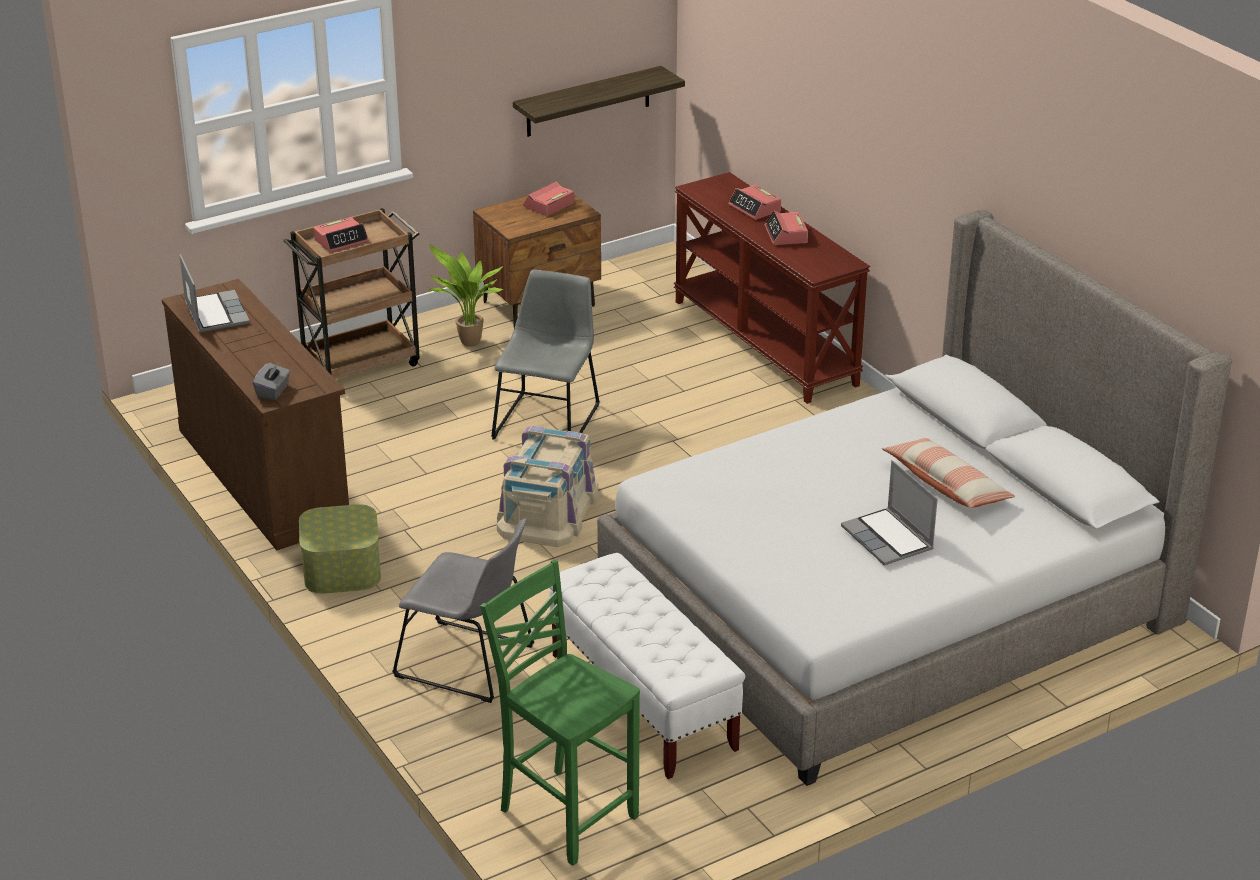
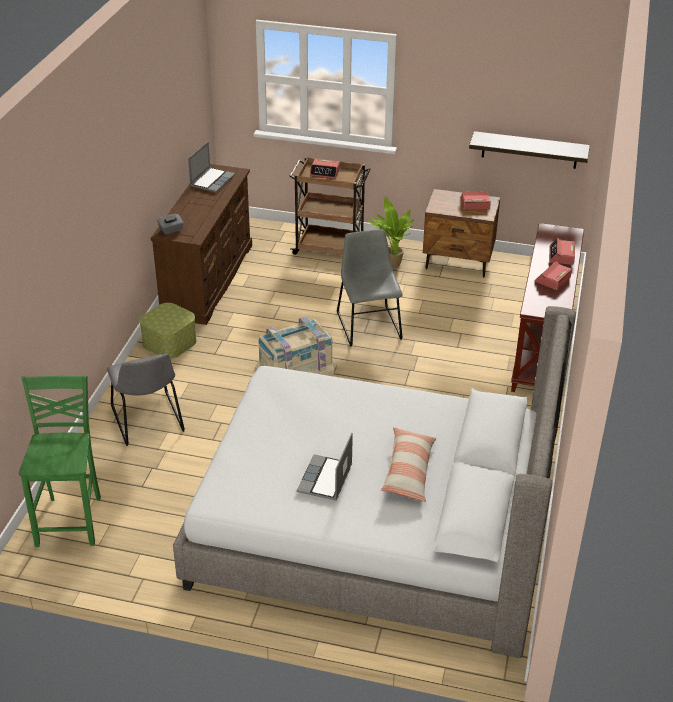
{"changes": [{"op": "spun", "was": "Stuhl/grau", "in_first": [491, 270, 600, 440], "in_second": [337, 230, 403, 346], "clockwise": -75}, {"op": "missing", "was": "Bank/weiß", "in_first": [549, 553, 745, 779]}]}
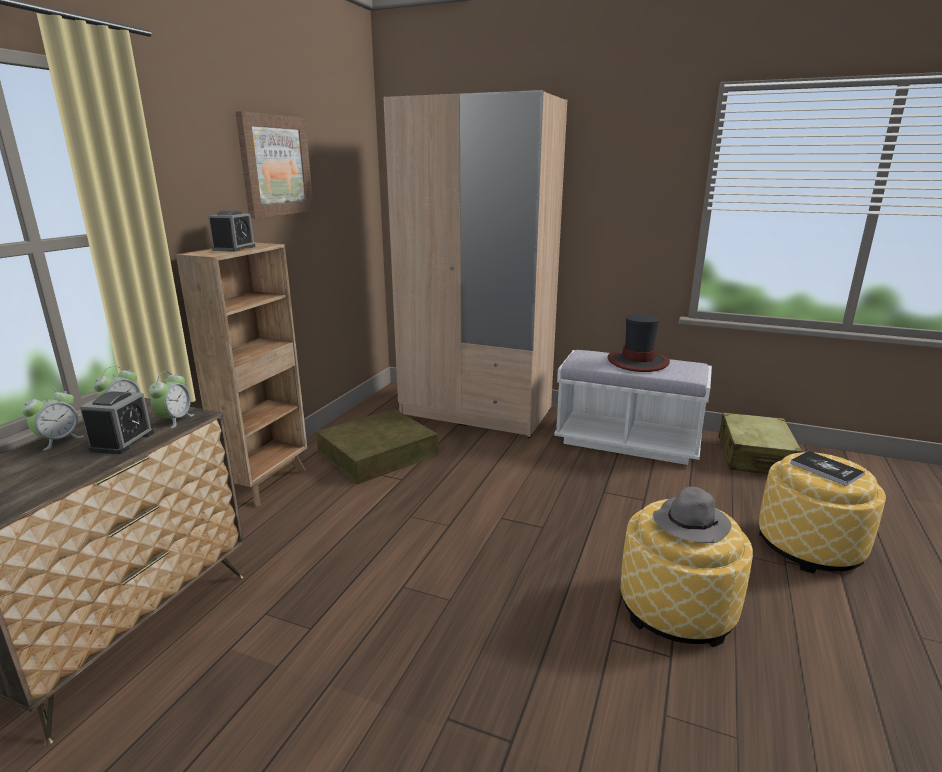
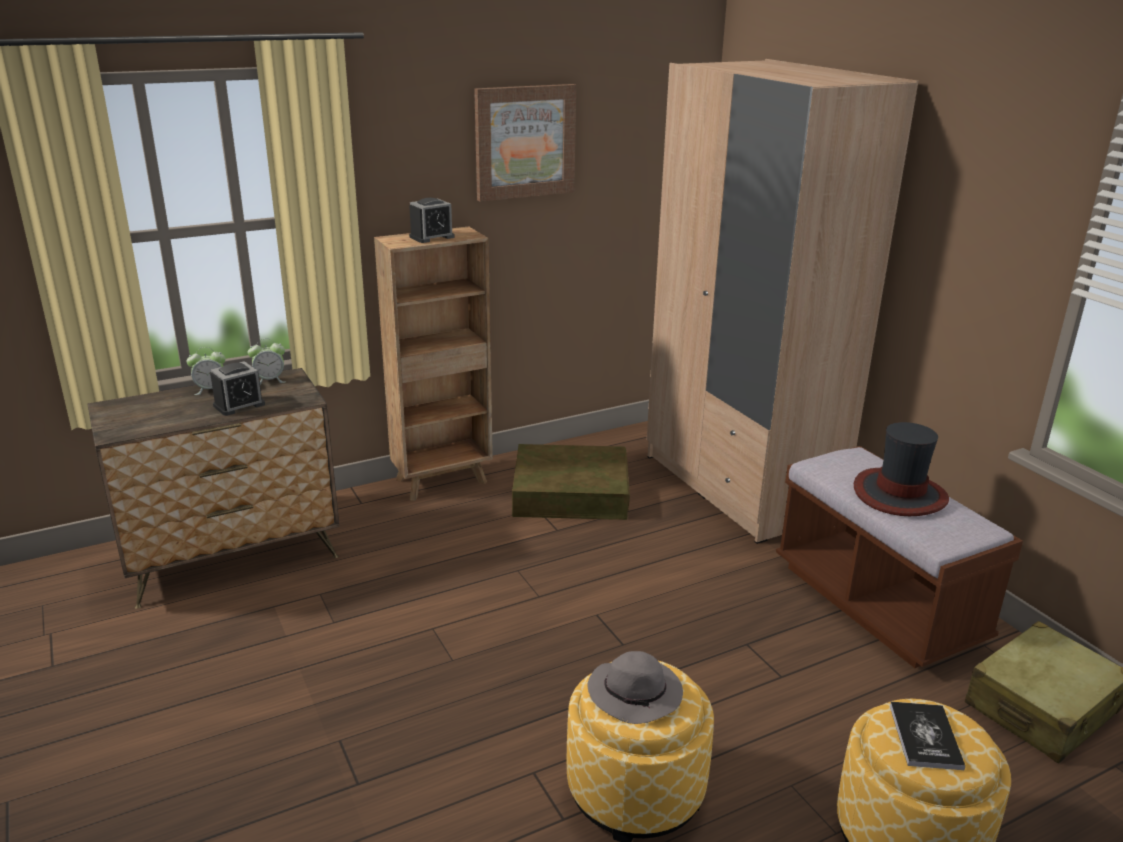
{"changes": [{"op": "missing", "was": "Wecker", "in_first": [148, 371, 194, 429]}, {"op": "colour", "was": "Bank/weiß", "now": "Bank/braun", "in_first": [554, 350, 712, 465], "in_second": [776, 446, 1023, 668]}]}
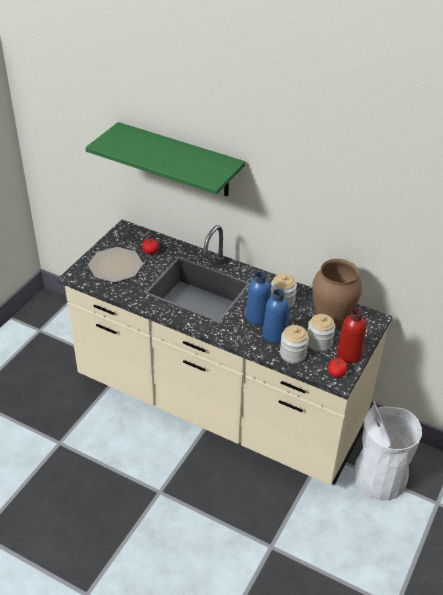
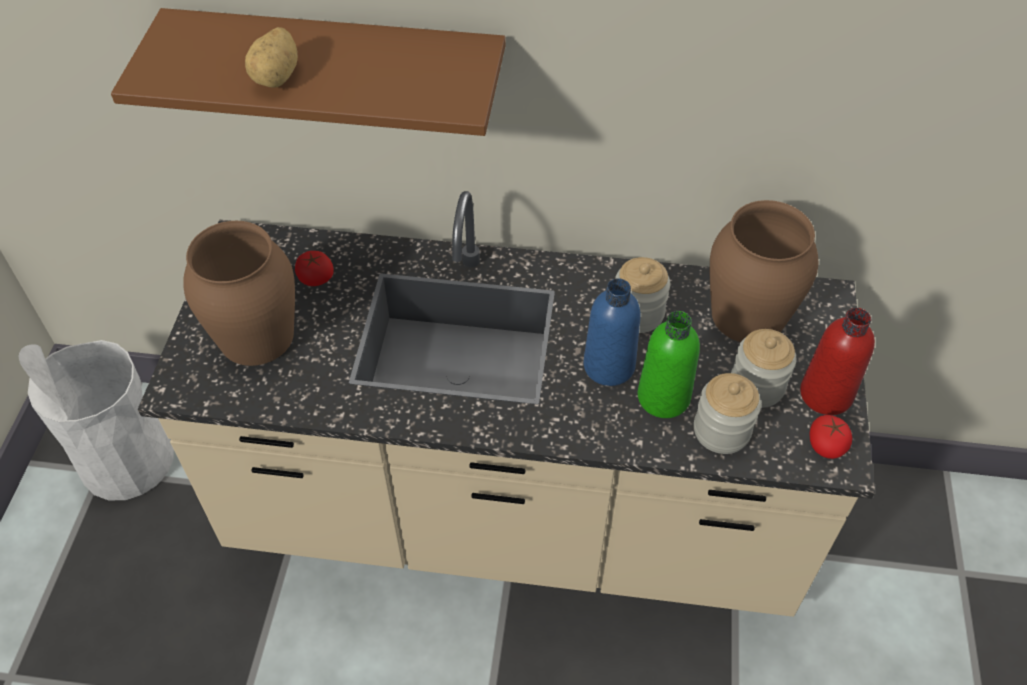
{"changes": [{"op": "colour", "was": "Wandregal/grün", "now": "Wandregal/braun", "in_first": [85, 122, 245, 197], "in_second": [111, 8, 506, 136]}, {"op": "exchanged", "was": "Teller", "now": "Vase/braun", "in_first": [88, 247, 143, 282], "in_second": [183, 221, 295, 366]}, {"op": "colour", "was": "Flasche/blau", "now": "Flasche/grün", "in_first": [263, 289, 289, 343], "in_second": [638, 311, 700, 418]}, {"op": "relocated", "was": "Mülleimer/weiß", "in_first": [353, 401, 422, 501], "in_second": [19, 340, 174, 500]}, {"op": "appeared", "now": "Kartoffel", "in_second": [245, 27, 298, 88]}]}
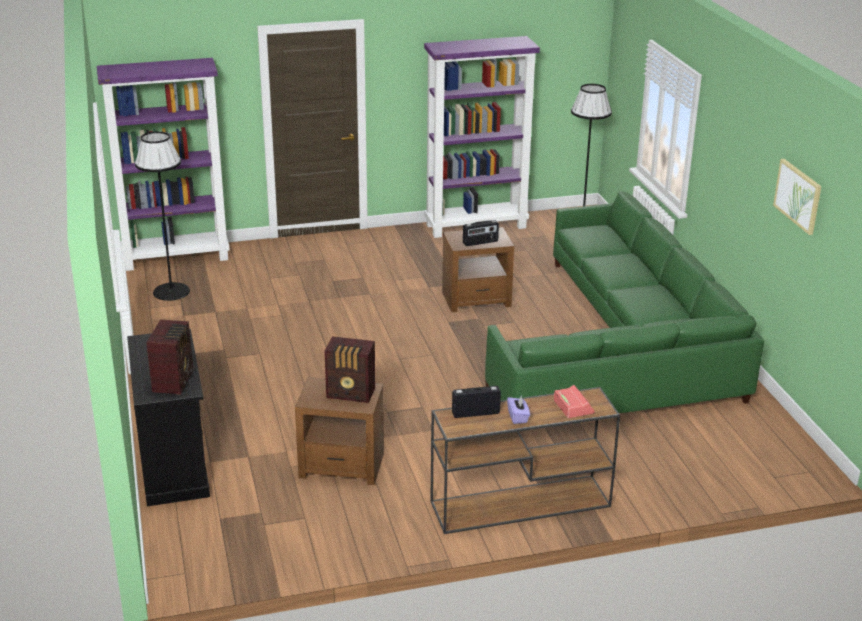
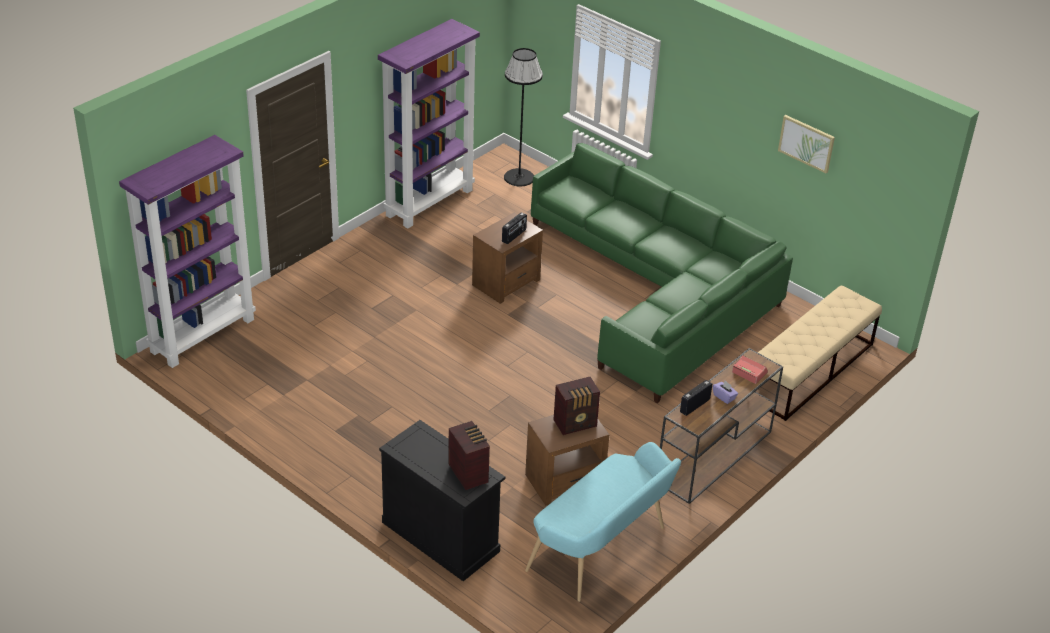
{"changes": [{"op": "missing", "was": "Stehlampe/schwarz", "in_first": [135, 131, 190, 301]}, {"op": "appeared", "now": "Bank/türkis", "in_second": [525, 442, 681, 602]}, {"op": "appeared", "now": "Bank/beige", "in_second": [758, 285, 882, 421]}]}
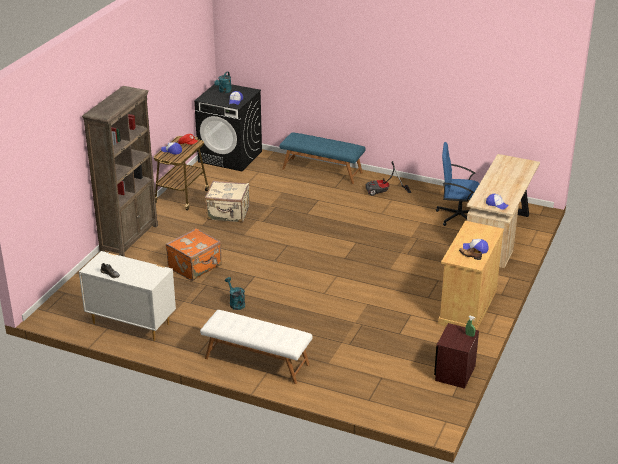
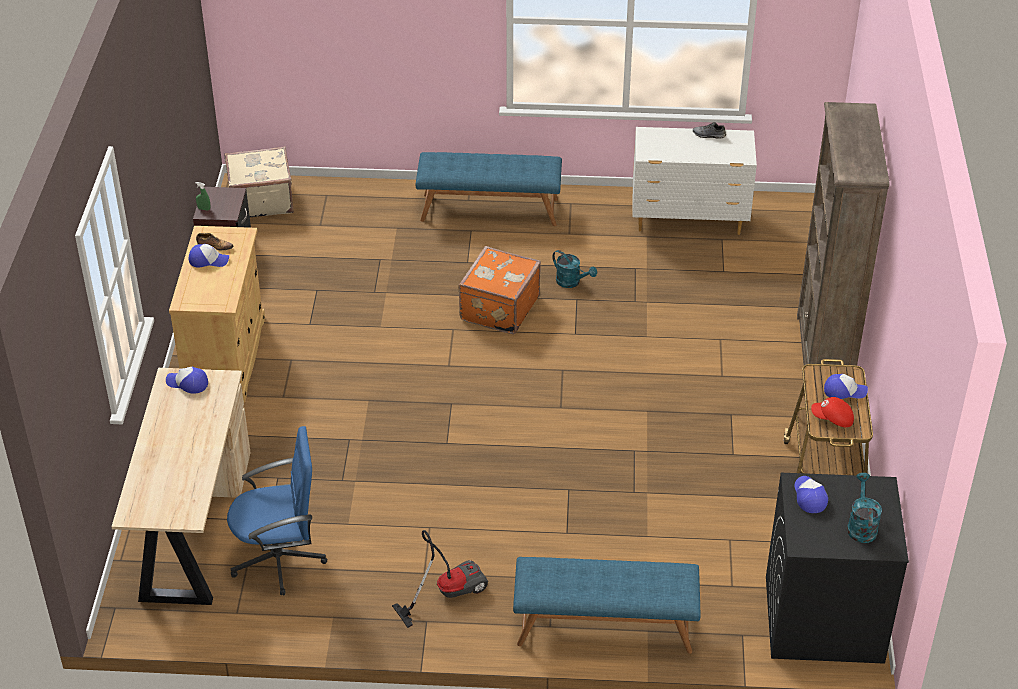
{"changes": [{"op": "relocated", "was": "Koffer/orange", "in_first": [166, 228, 222, 281], "in_second": [458, 246, 541, 334]}, {"op": "colour", "was": "Bank/weiß", "now": "Bank/blau", "in_first": [200, 310, 313, 384], "in_second": [415, 152, 562, 226]}, {"op": "relocated", "was": "Koffer/beige", "in_first": [205, 181, 249, 223], "in_second": [225, 146, 294, 217]}]}
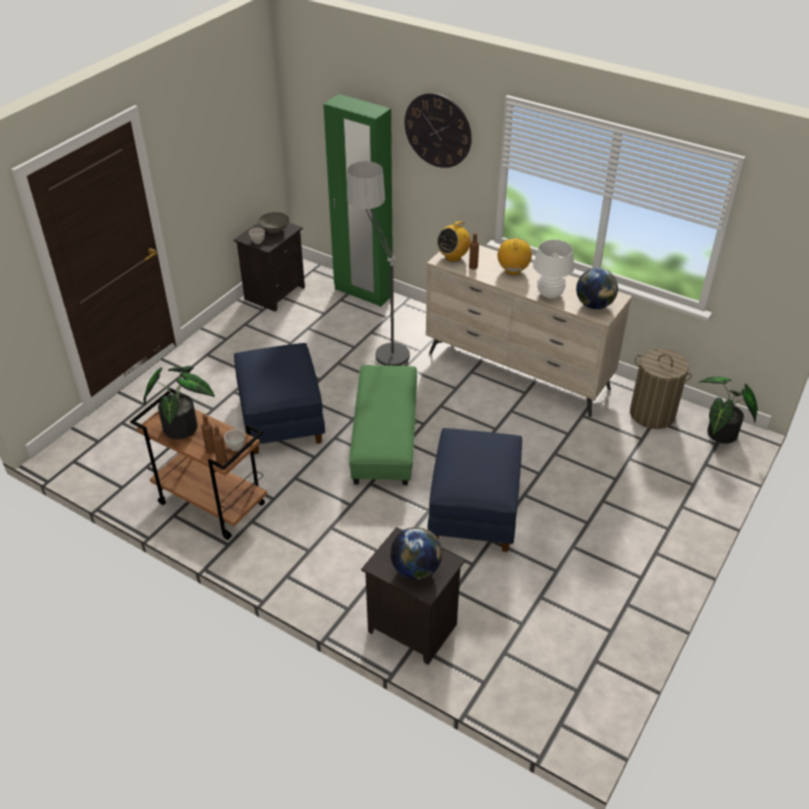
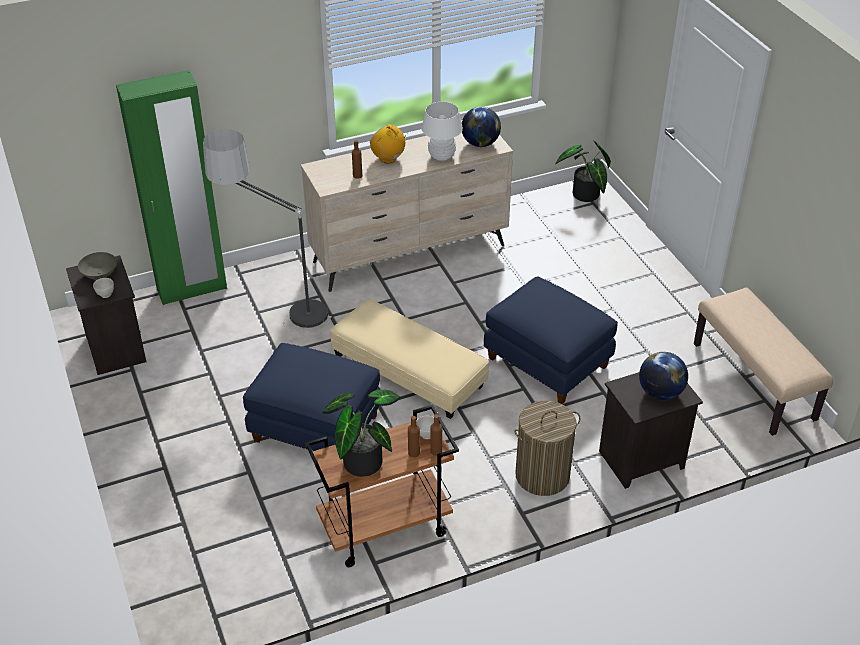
{"changes": [{"op": "colour", "was": "Polsterhocker/grün", "now": "Polsterhocker/beige", "in_first": [349, 365, 417, 485], "in_second": [330, 299, 489, 419]}, {"op": "missing", "was": "Wanduhr", "in_first": [405, 93, 472, 168]}, {"op": "missing", "was": "Radio", "in_first": [437, 221, 471, 262]}, {"op": "relocated", "was": "Wäschekorb", "in_first": [630, 349, 692, 429], "in_second": [515, 401, 581, 496]}, {"op": "appeared", "now": "Bank/beige", "in_second": [694, 288, 833, 436]}]}
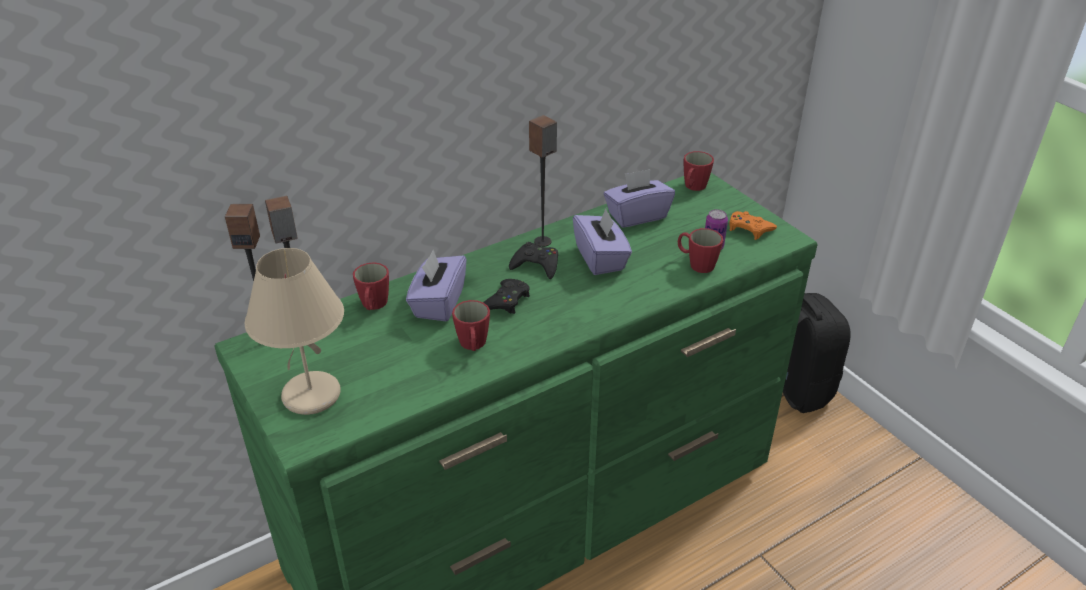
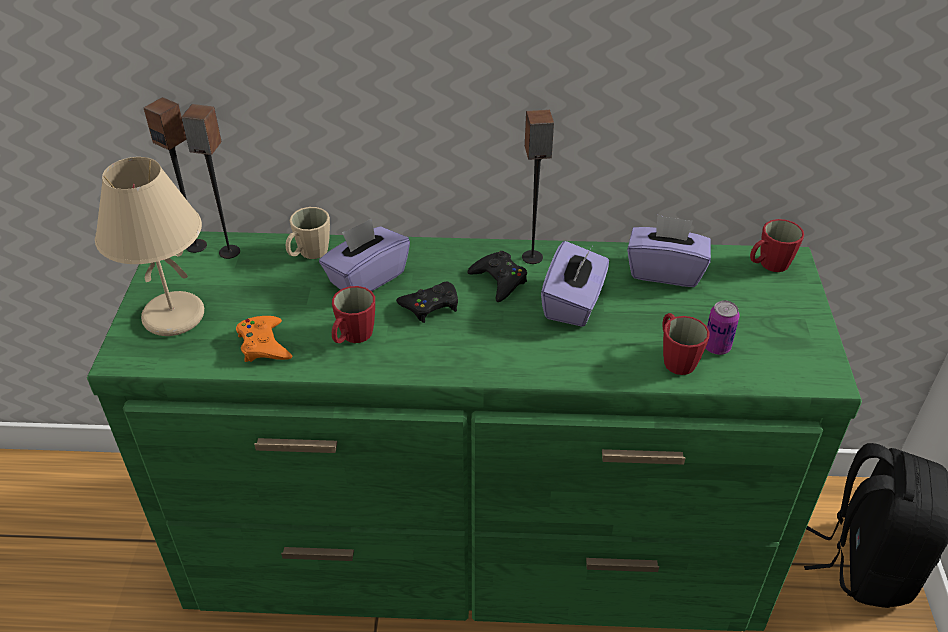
{"changes": [{"op": "colour", "was": "Henkelbecher/rot", "now": "Henkelbecher/beige", "in_first": [353, 262, 389, 310], "in_second": [286, 207, 330, 259]}, {"op": "relocated", "was": "Gamepad/orange", "in_first": [729, 211, 777, 240], "in_second": [236, 316, 292, 362]}]}
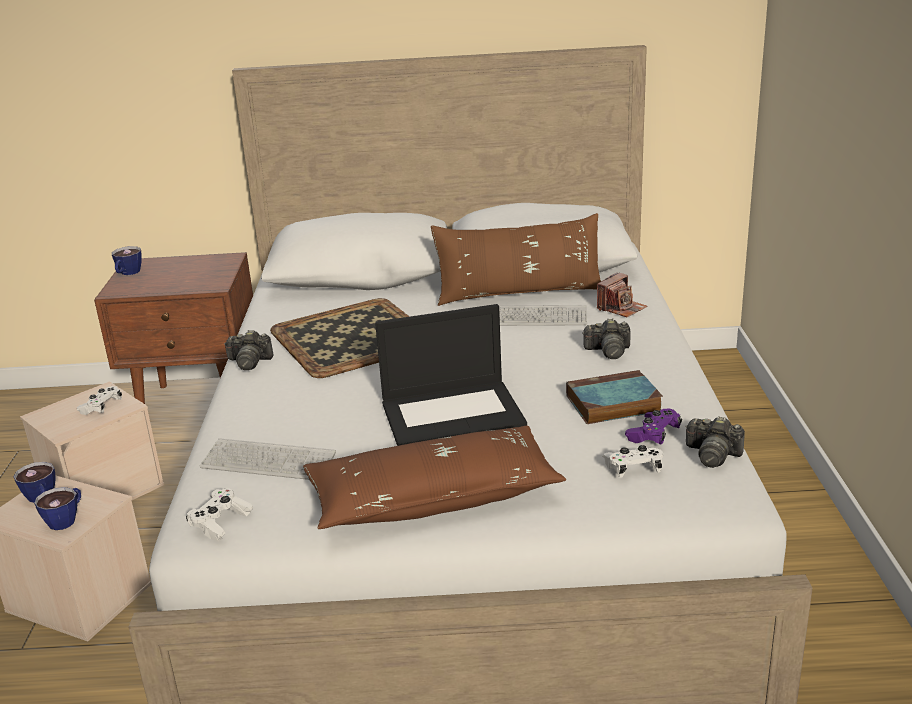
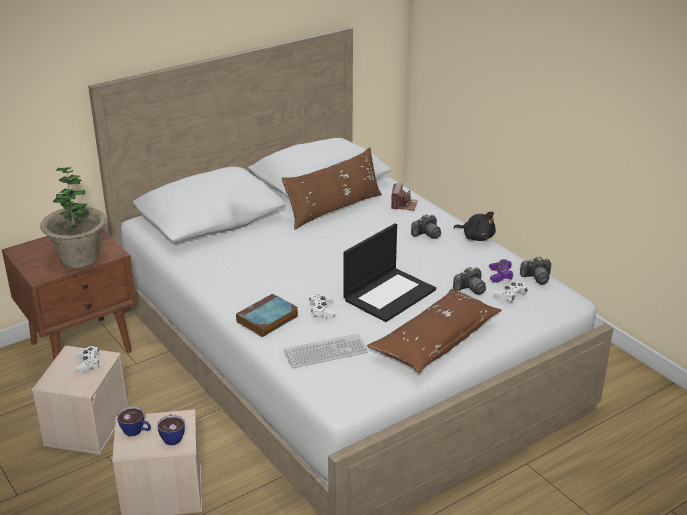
{"changes": [{"op": "missing", "was": "Tasse", "in_first": [112, 246, 142, 275]}, {"op": "relocated", "was": "Gamepad/weiß", "in_first": [186, 488, 253, 542], "in_second": [309, 294, 336, 319]}, {"op": "relocated", "was": "Kamera", "in_first": [224, 330, 274, 370], "in_second": [453, 267, 486, 295]}, {"op": "missing", "was": "Tablett", "in_first": [270, 298, 410, 378]}, {"op": "missing", "was": "Tastatur", "in_first": [499, 305, 587, 326]}, {"op": "relocated", "was": "Buch", "in_first": [566, 370, 663, 424], "in_second": [236, 294, 298, 337]}, {"op": "appeared", "now": "Topfpflanze", "in_second": [40, 167, 106, 268]}, {"op": "appeared", "now": "Plüschtier/schwarz", "in_second": [454, 212, 496, 241]}]}
